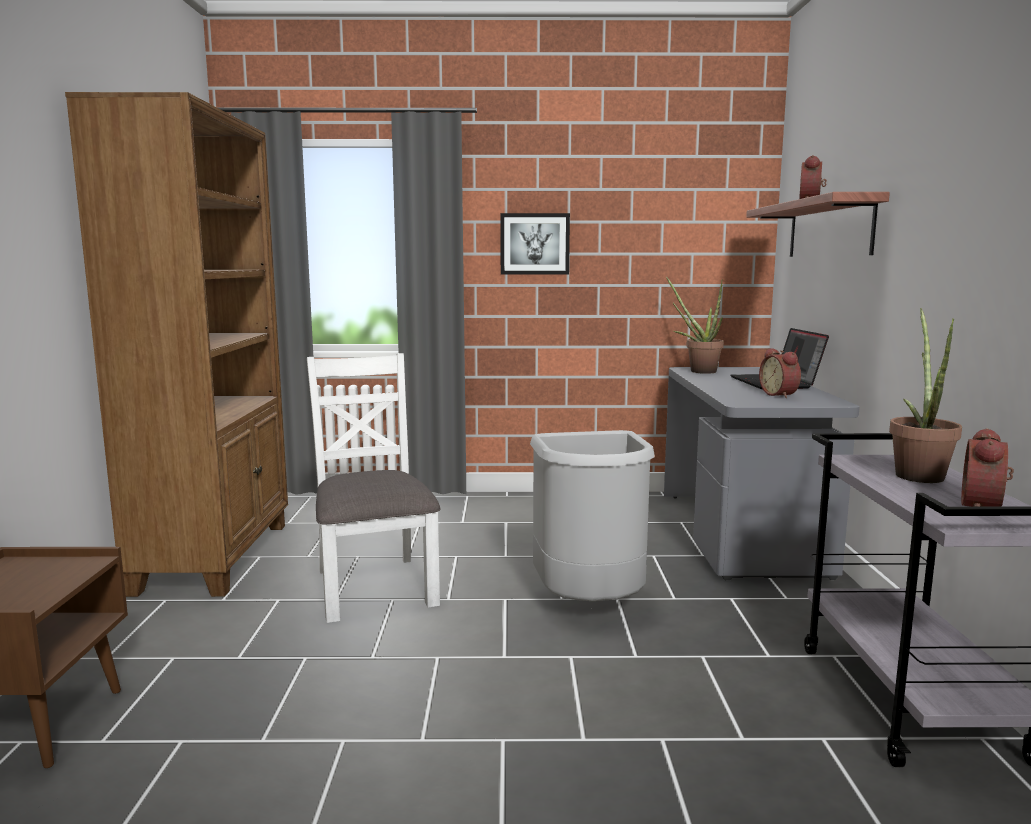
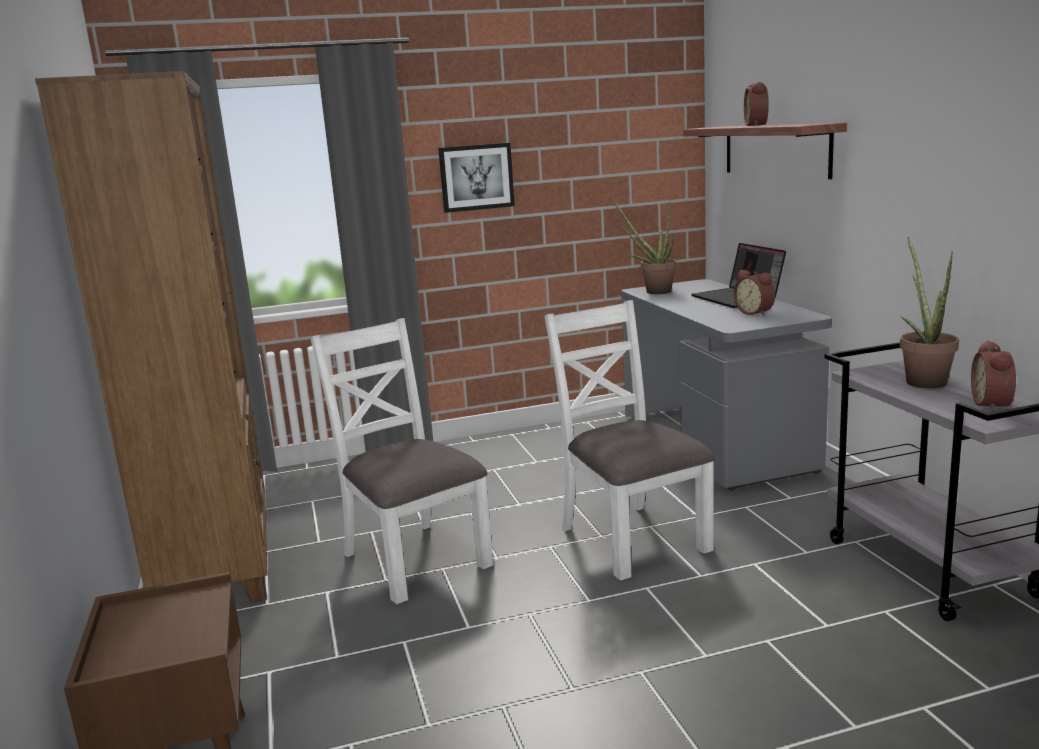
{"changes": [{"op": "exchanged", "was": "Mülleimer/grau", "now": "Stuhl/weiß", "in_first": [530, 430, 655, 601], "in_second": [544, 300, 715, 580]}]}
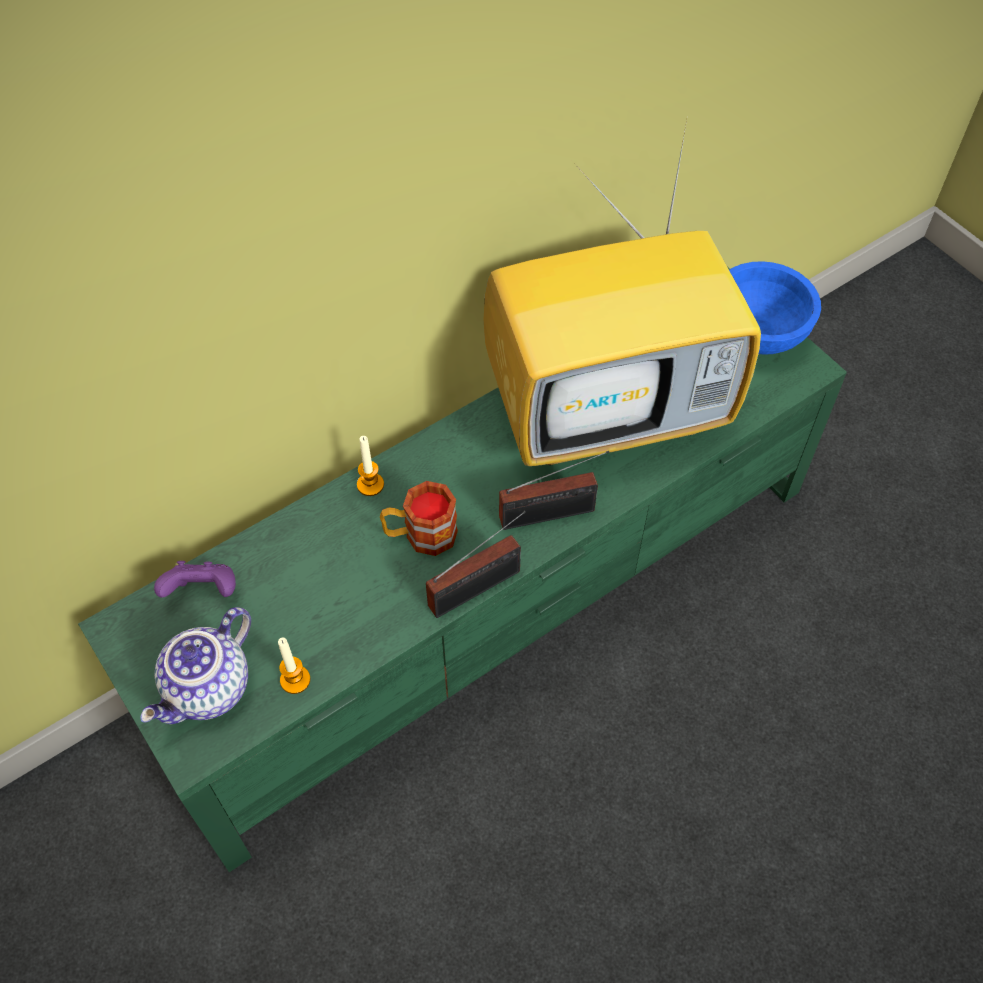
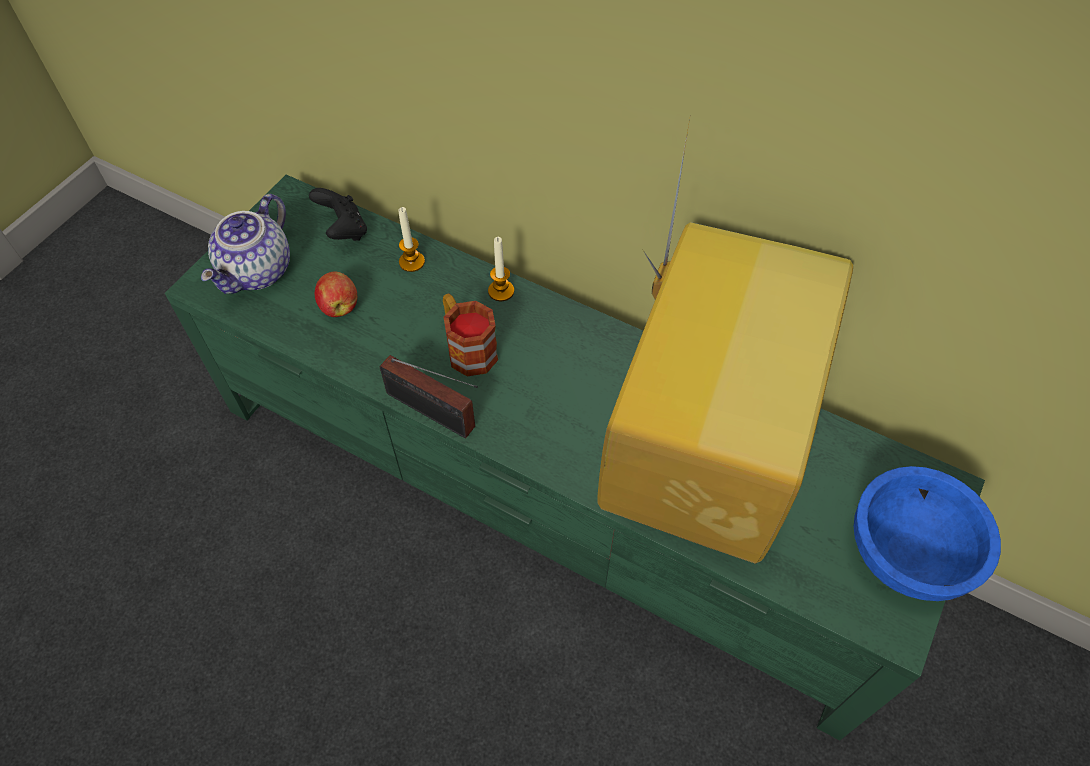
{"changes": [{"op": "spun", "was": "Teekanne", "in_first": [140, 607, 251, 724], "in_second": [201, 194, 290, 294], "clockwise": -75}, {"op": "colour", "was": "Gamepad/lila", "now": "Gamepad/schwarz", "in_first": [154, 561, 236, 598], "in_second": [309, 188, 367, 241]}, {"op": "relocated", "was": "Kerze", "in_first": [278, 637, 310, 694], "in_second": [399, 207, 425, 272]}, {"op": "spun", "was": "Fernseher", "in_first": [484, 120, 761, 466], "in_second": [598, 119, 853, 564], "clockwise": -120}, {"op": "missing", "was": "Radio", "in_first": [499, 451, 609, 530]}, {"op": "appeared", "now": "Apfel", "in_second": [315, 272, 357, 317]}]}
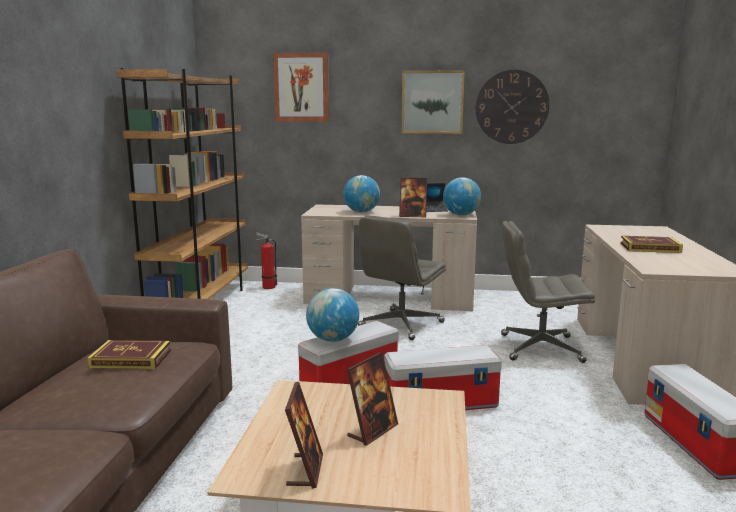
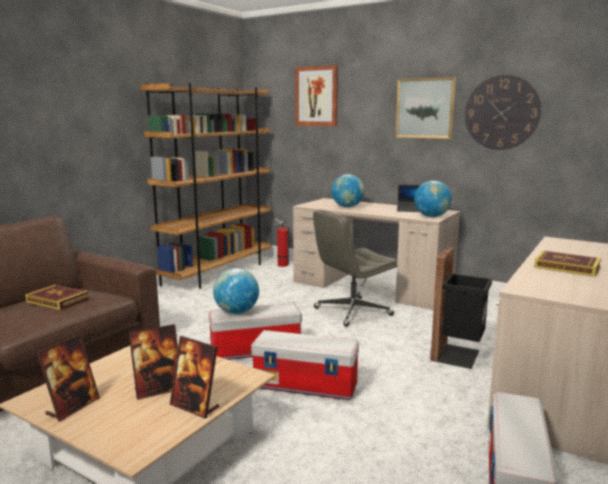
{"changes": [{"op": "relocated", "was": "Bilderrahmen", "in_first": [399, 178, 427, 217], "in_second": [170, 336, 219, 419]}, {"op": "exchanged", "was": "Bürostuhl/grau", "now": "Mülleimer/schwarz", "in_first": [501, 221, 595, 363], "in_second": [430, 247, 492, 369]}]}
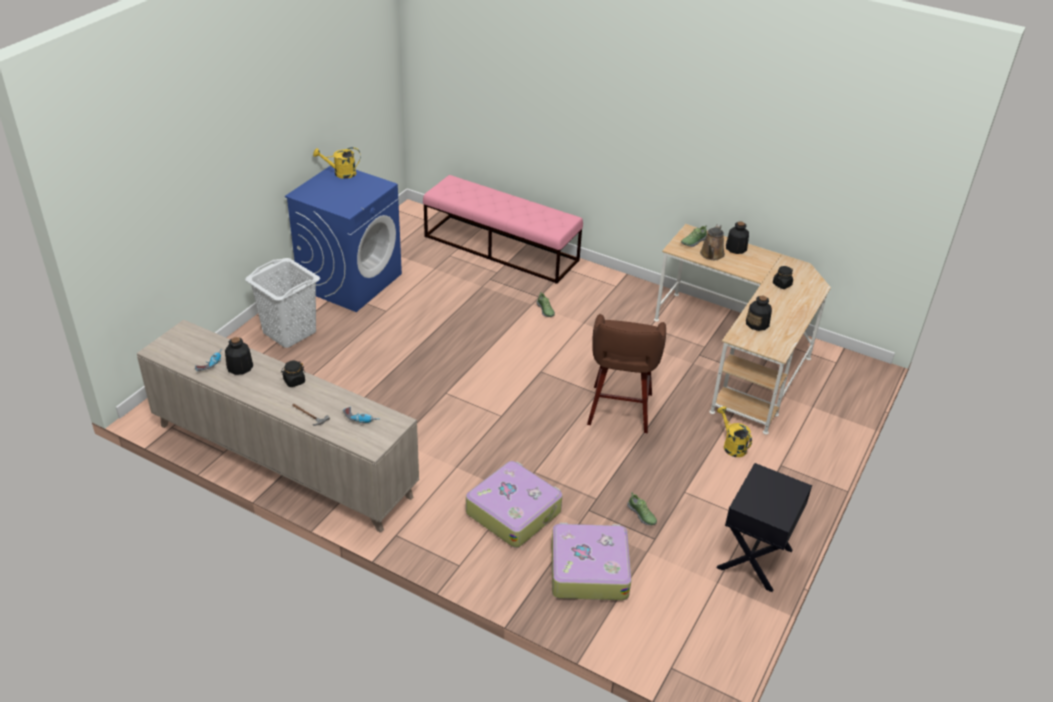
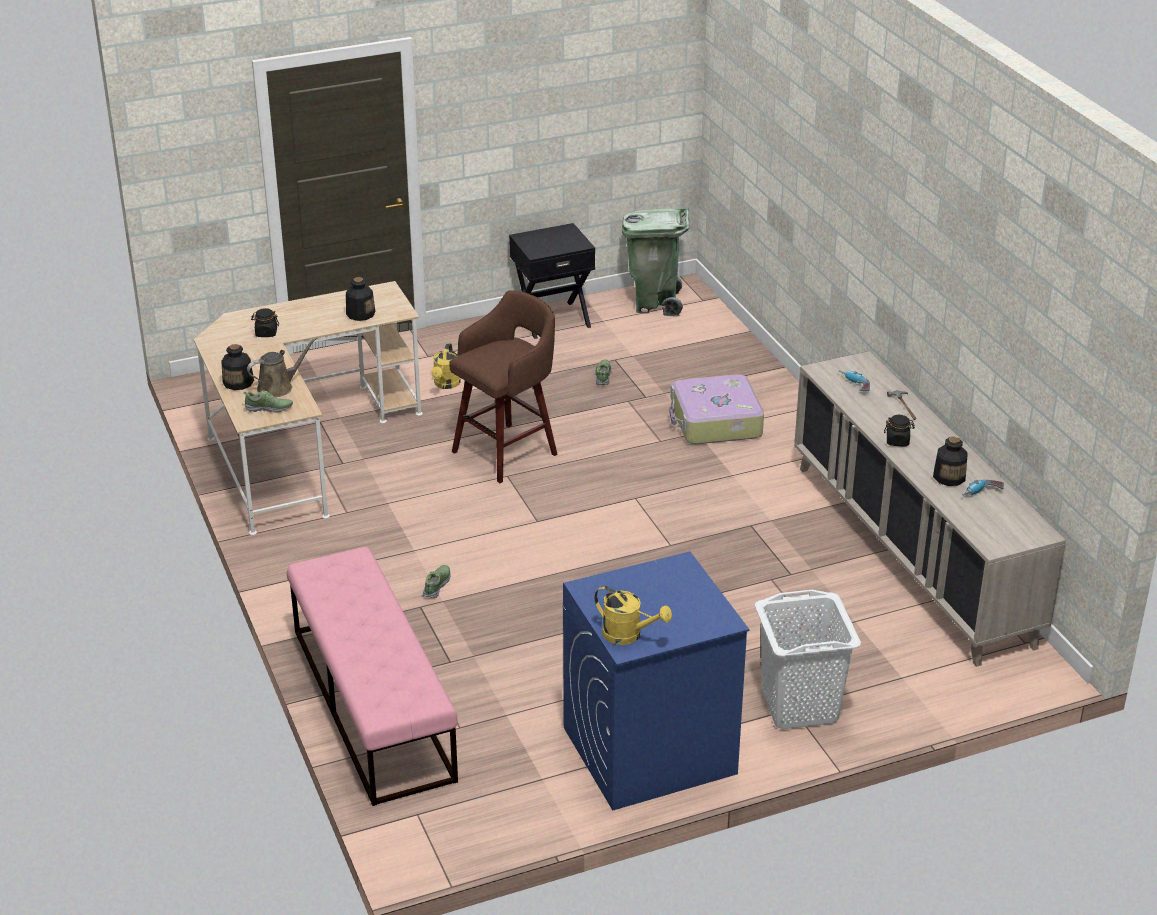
{"changes": [{"op": "missing", "was": "Koffer", "in_first": [552, 523, 632, 600]}, {"op": "appeared", "now": "Mülleimer/grün", "in_second": [622, 208, 689, 317]}]}
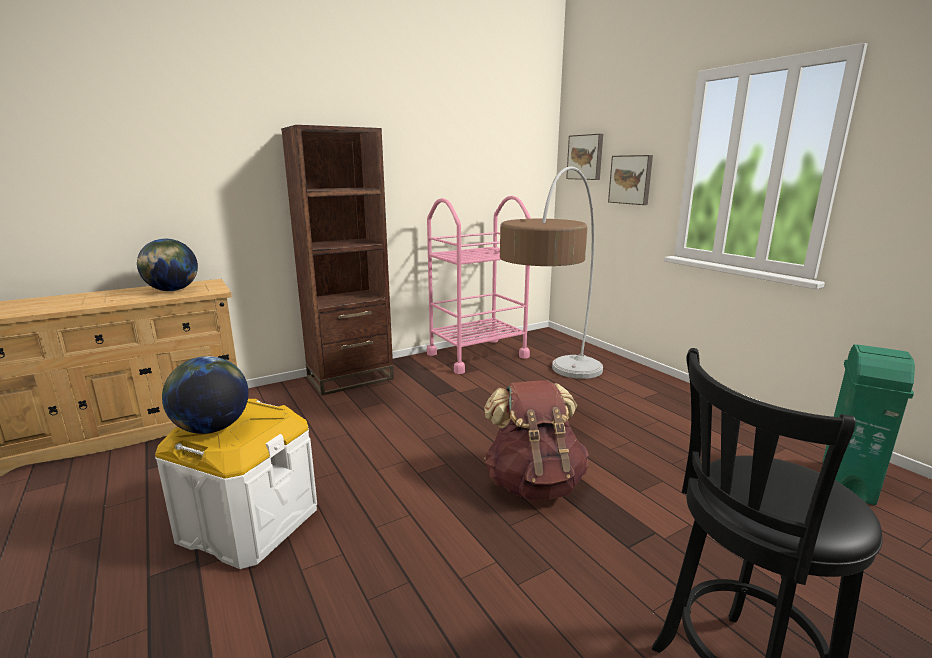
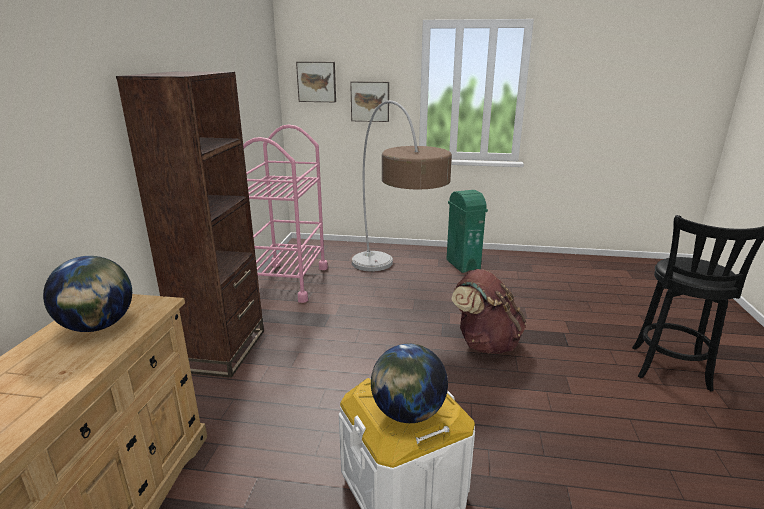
{"changes": [{"op": "relocated", "was": "Mülleimer/grün", "in_first": [823, 344, 915, 505], "in_second": [447, 190, 488, 273]}]}
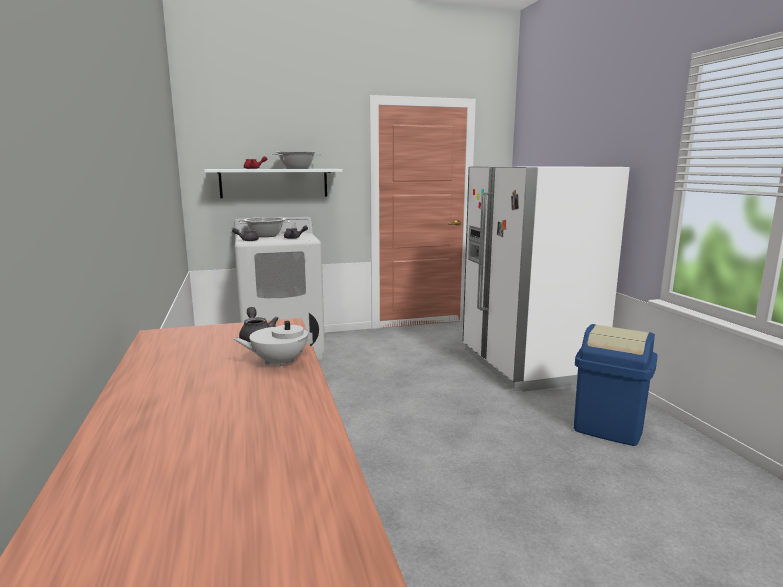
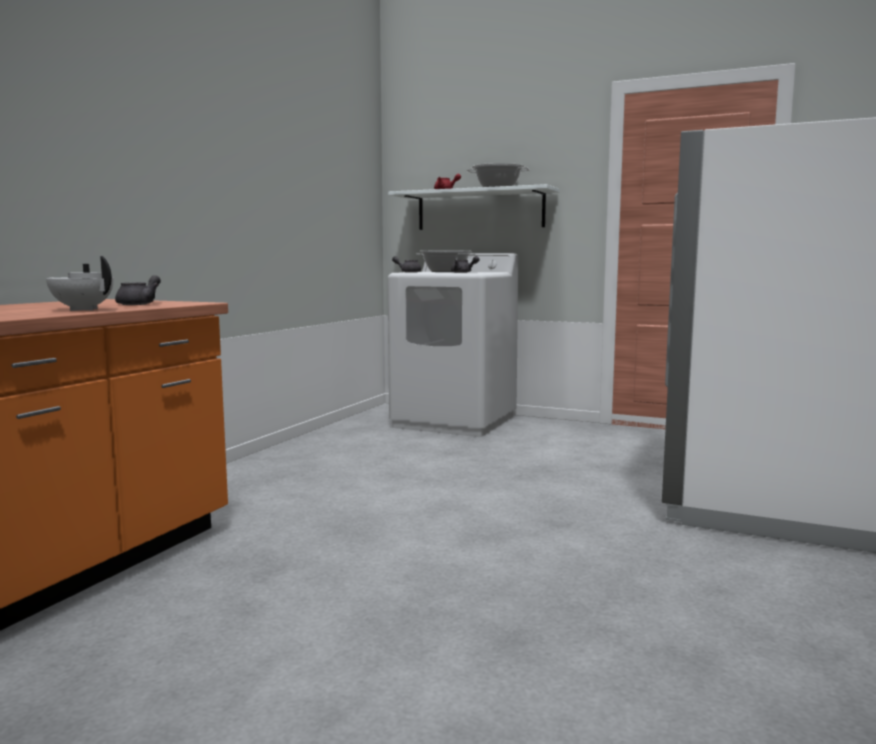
{"changes": [{"op": "missing", "was": "Mülleimer/blau", "in_first": [574, 324, 658, 446]}]}
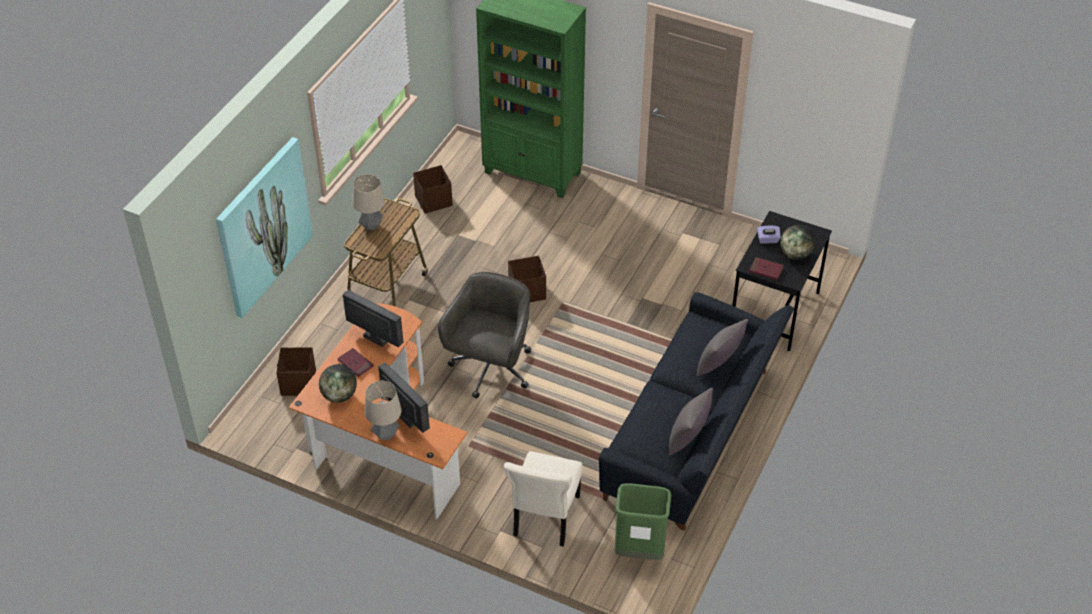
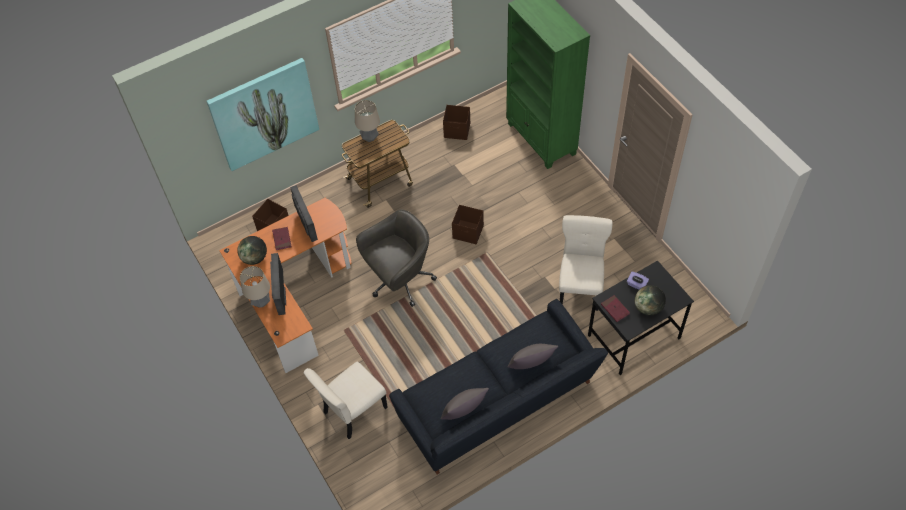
{"changes": [{"op": "missing", "was": "Mülleimer/grün", "in_first": [615, 483, 671, 560]}, {"op": "appeared", "now": "Stuhl/beige", "in_second": [559, 215, 613, 311]}]}
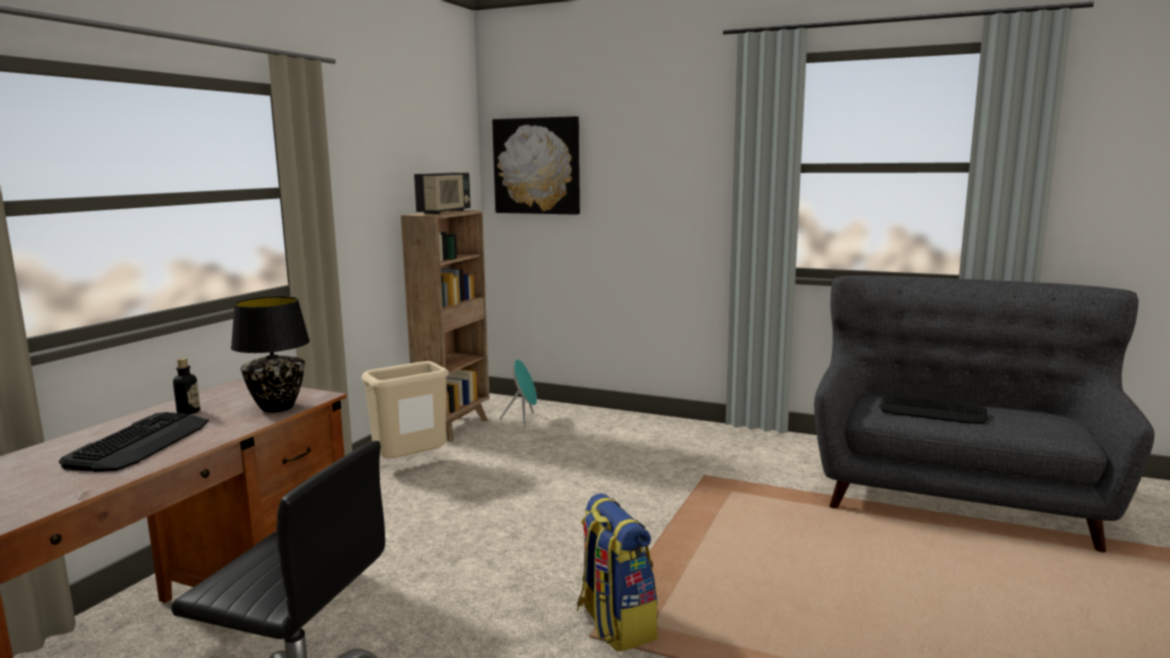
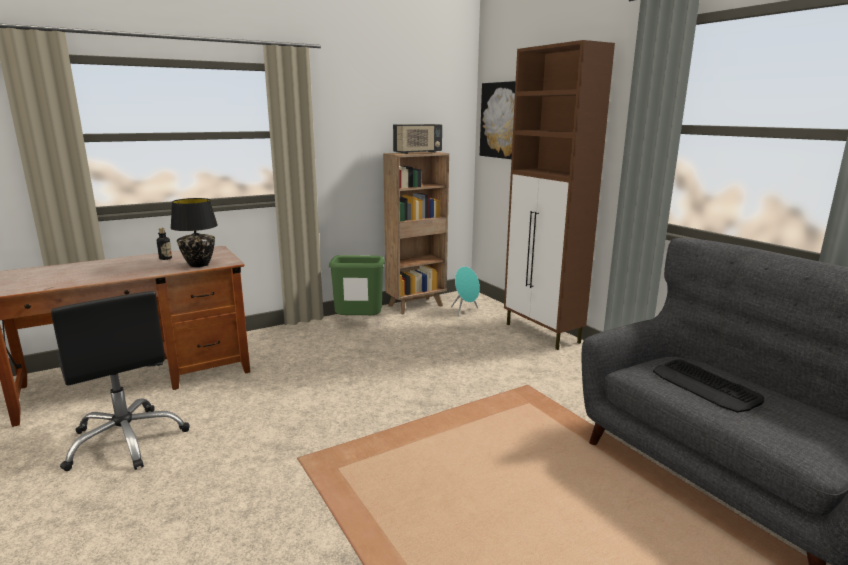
{"changes": [{"op": "missing", "was": "Tastatur", "in_first": [59, 412, 209, 472]}, {"op": "colour", "was": "Mülleimer/beige", "now": "Mülleimer/grün", "in_first": [361, 361, 449, 458], "in_second": [329, 255, 385, 315]}, {"op": "missing", "was": "Rucksack", "in_first": [577, 493, 658, 652]}, {"op": "appeared", "now": "Schrank/braun", "in_second": [504, 40, 615, 350]}]}
